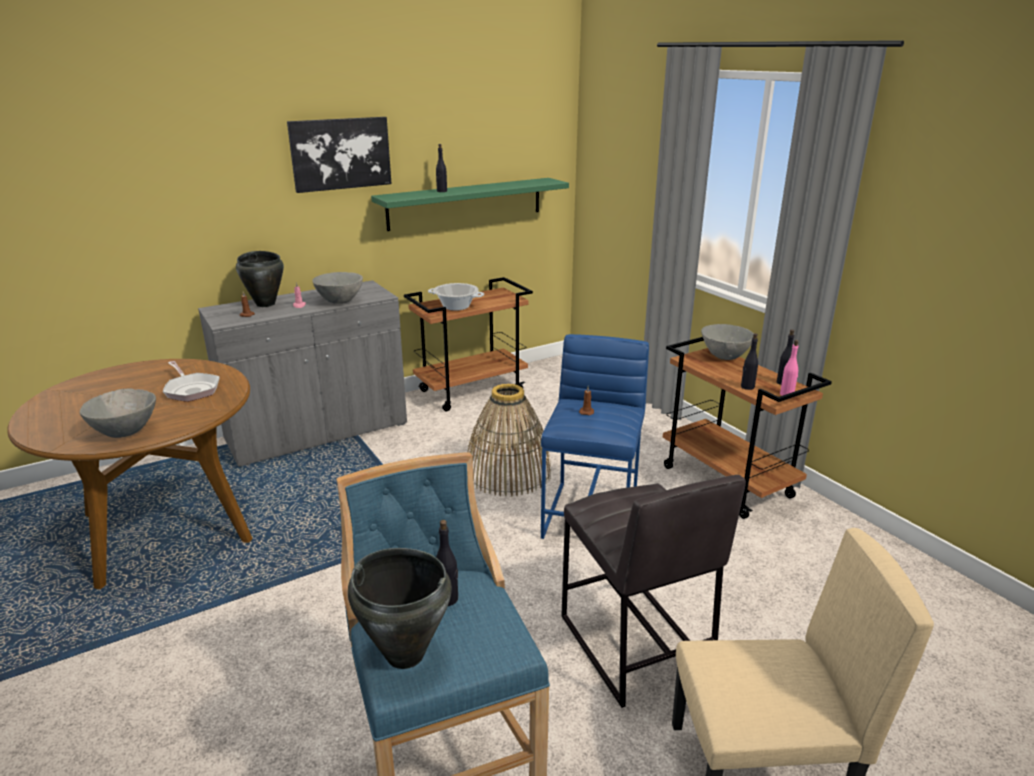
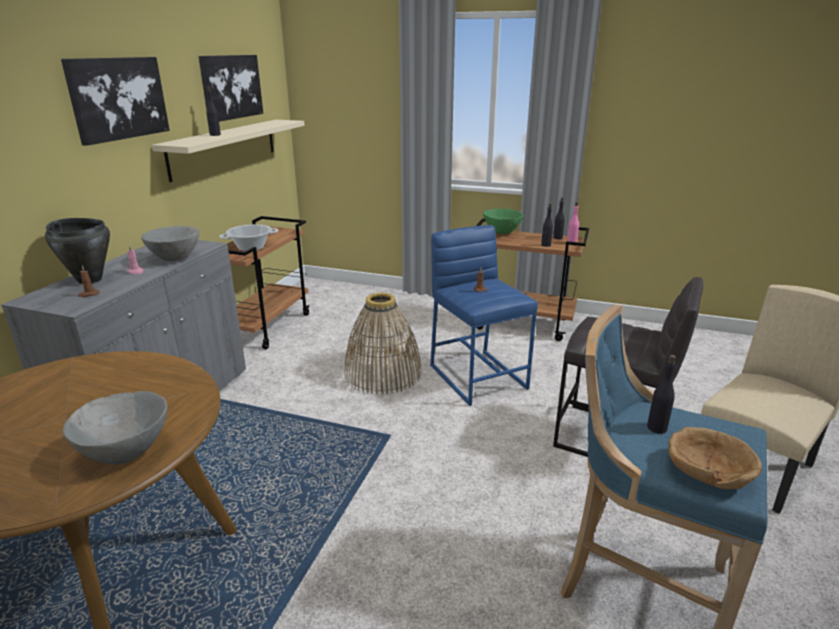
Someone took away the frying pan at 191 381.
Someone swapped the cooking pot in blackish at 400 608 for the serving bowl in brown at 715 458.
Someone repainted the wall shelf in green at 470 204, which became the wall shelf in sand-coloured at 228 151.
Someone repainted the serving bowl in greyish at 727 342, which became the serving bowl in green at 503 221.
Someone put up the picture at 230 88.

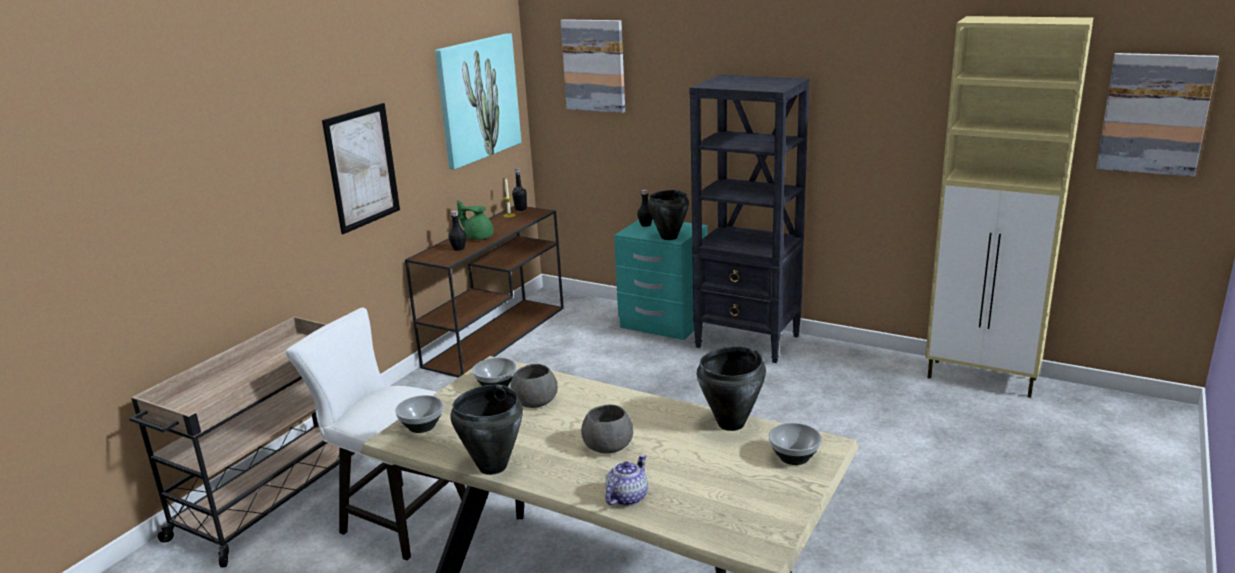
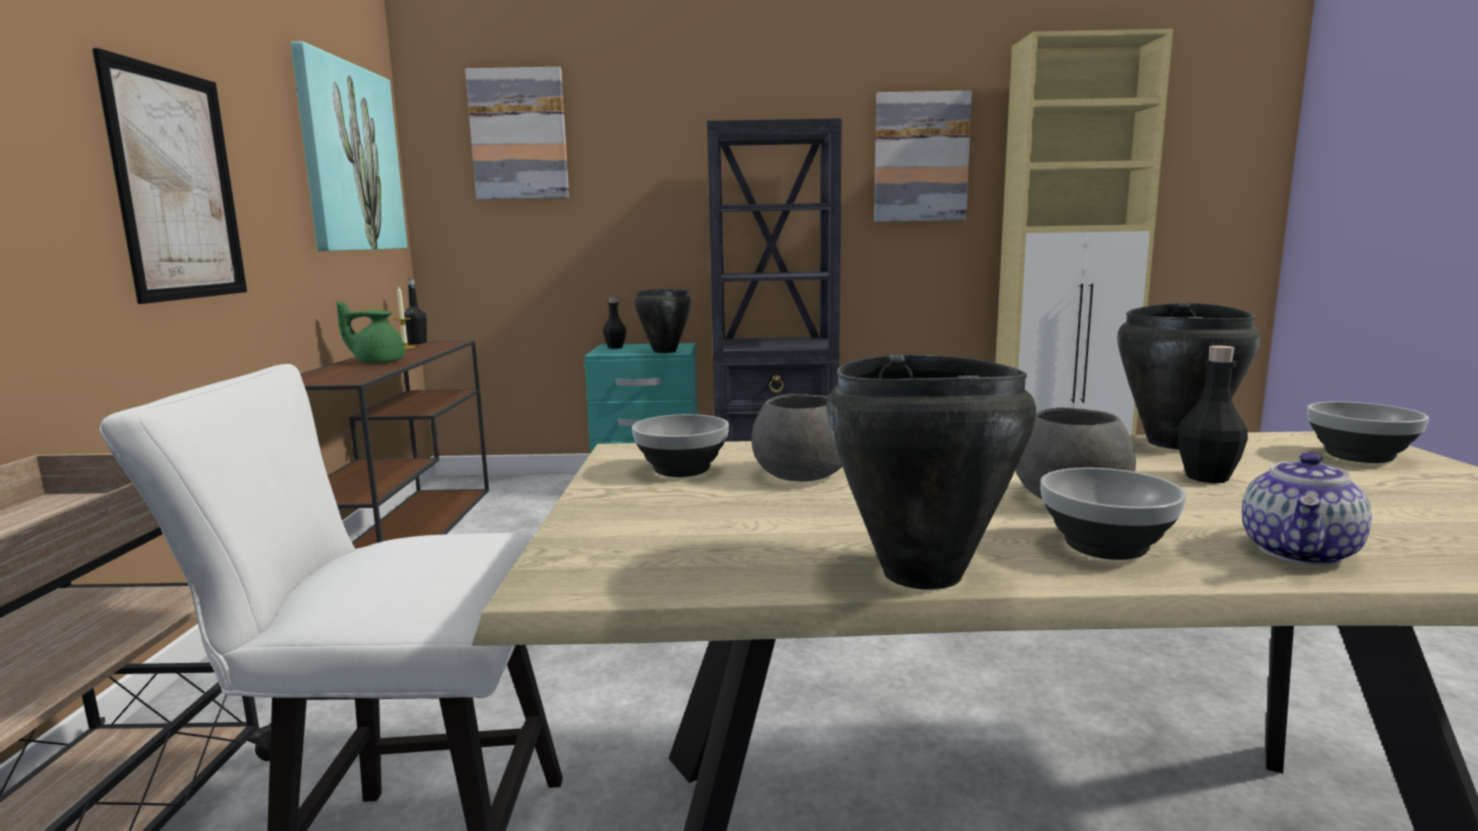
Someone carried the serving bowl from 419 414 to 1113 513.
Someone carried the beverage bottle in blackish from 457 231 to 1212 414.
Someone rotated the tea pot at 626 480 by 150 degrees counterclockwise.
Someone carried the picture from 1157 115 to 923 156.

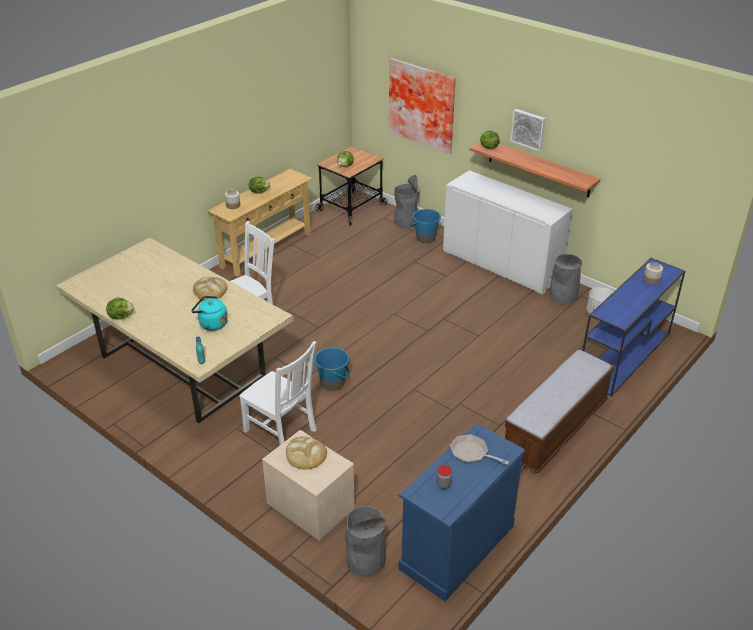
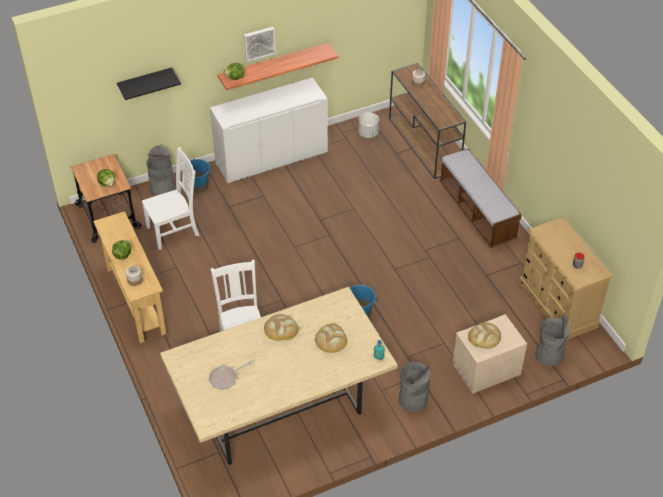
Someone took away the head of lettuce at 120 308.
Someone swapped the kettle in turquoise-coloured at 209 313 for the bread at 331 338.
Someone carried the upright chair in whitish from 278 393 to 171 198.
Someone swapped the picture at 422 106 for the wall shelf in blackish at 149 84.
Someone repainted the dresser in bluish at 461 512, which became the dresser in sand-coloured at 566 278.
Someone carried the frying pan from 479 449 to 230 375.
Someone carried the waste bin in greyish from 566 279 to 415 387.
Someone repainted the hall table in bluish at 633 327, which became the hall table in brown at 427 121.

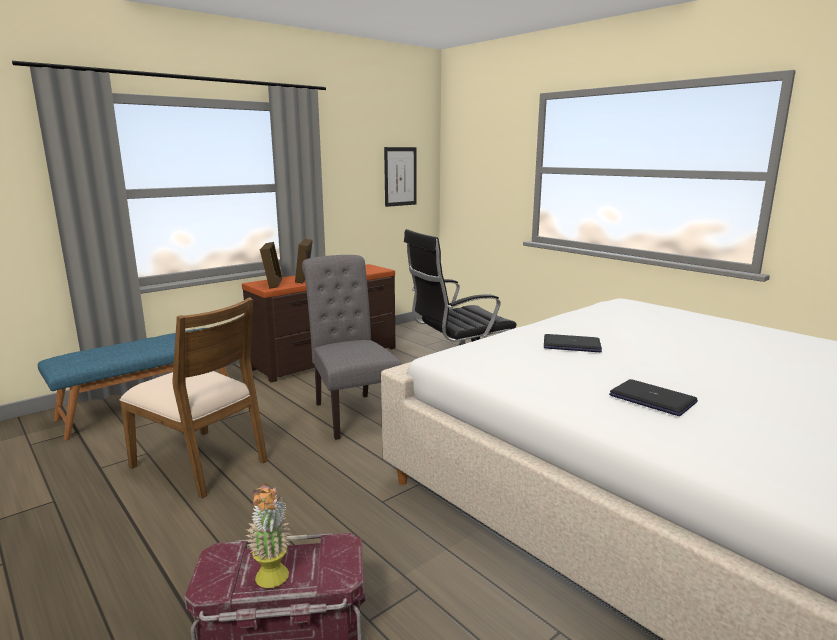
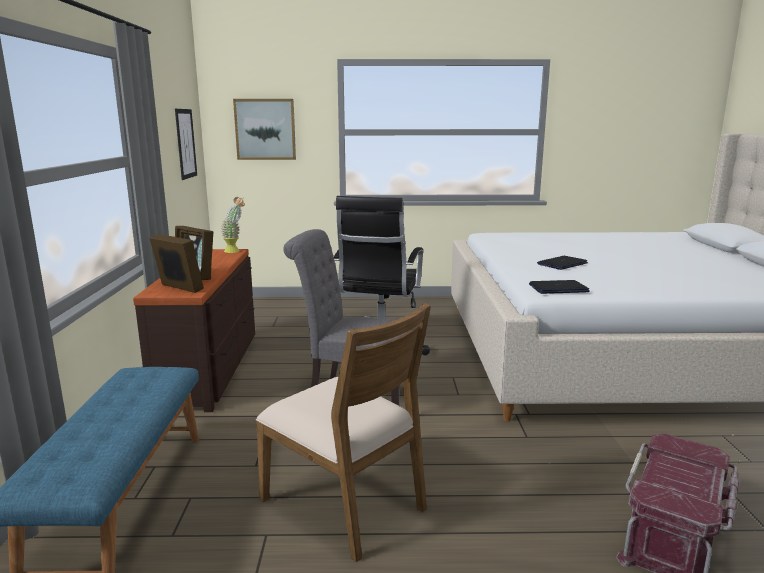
Someone rotated the upright chair in brown at 194 398 by 60 degrees clockwise.
Someone carried the houseplant from 268 536 to 233 225.
Someone carried the laptop from 653 397 to 559 287.
Someone put up the picture at 264 129.

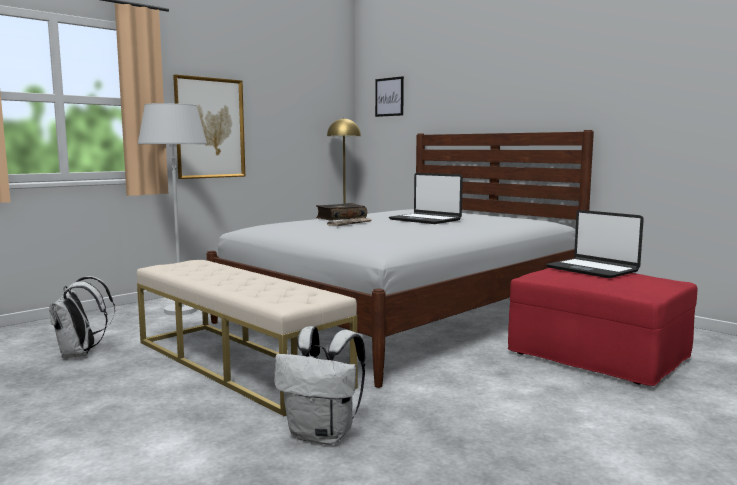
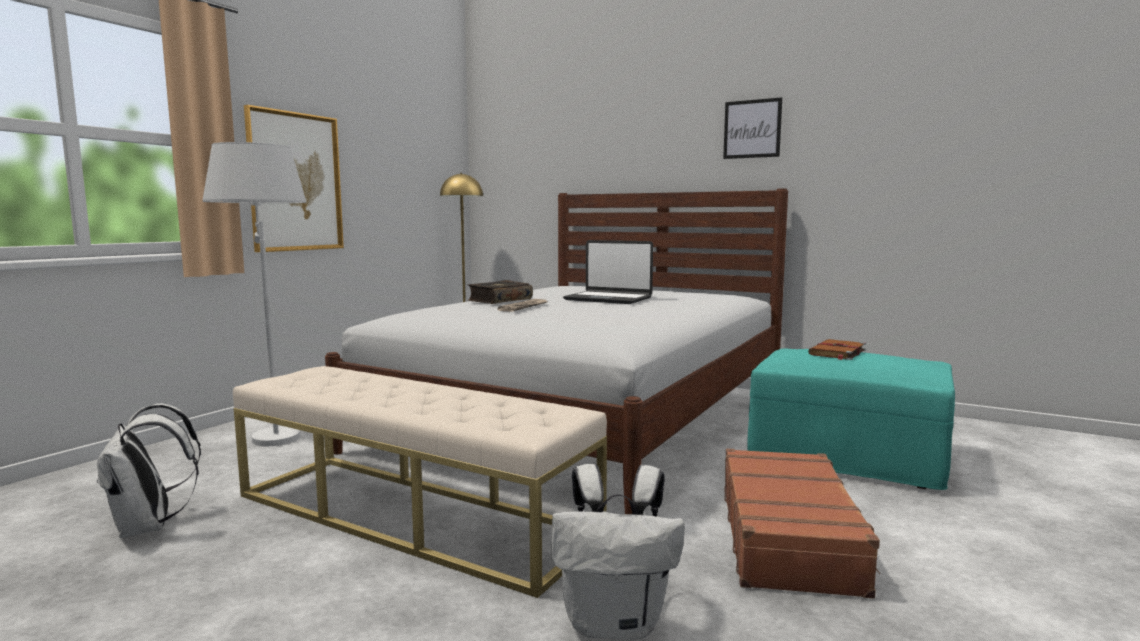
Someone carried the picture from 389 96 to 752 128.
Someone repainted the pouffe in red-coloured at 602 327, which became the pouffe in turquoise-coloured at 851 419.
Someone swapped the laptop at 595 244 for the volume in brown at 837 349.
Someone put down the suitcase in brown at 802 523.

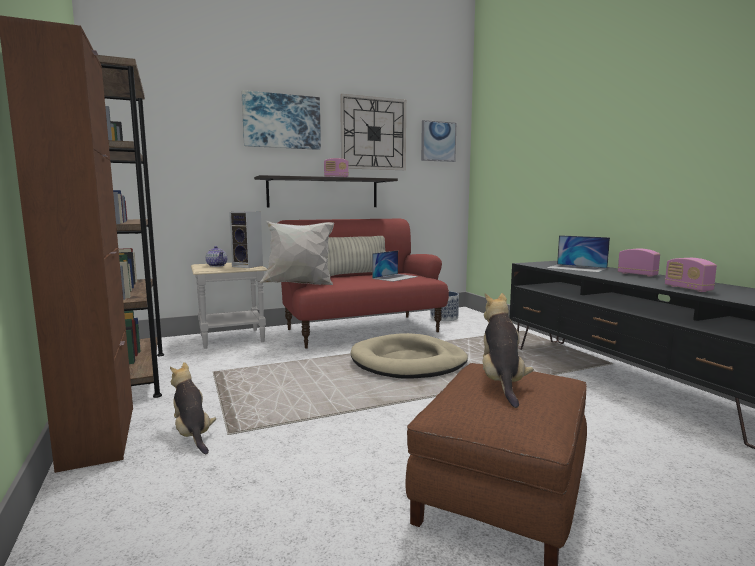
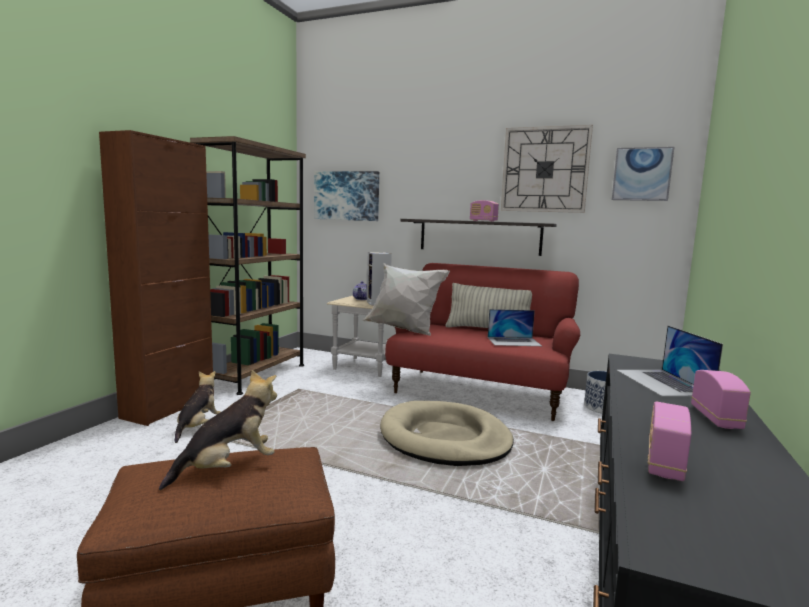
Someone carried the picture from 281 120 to 346 196.

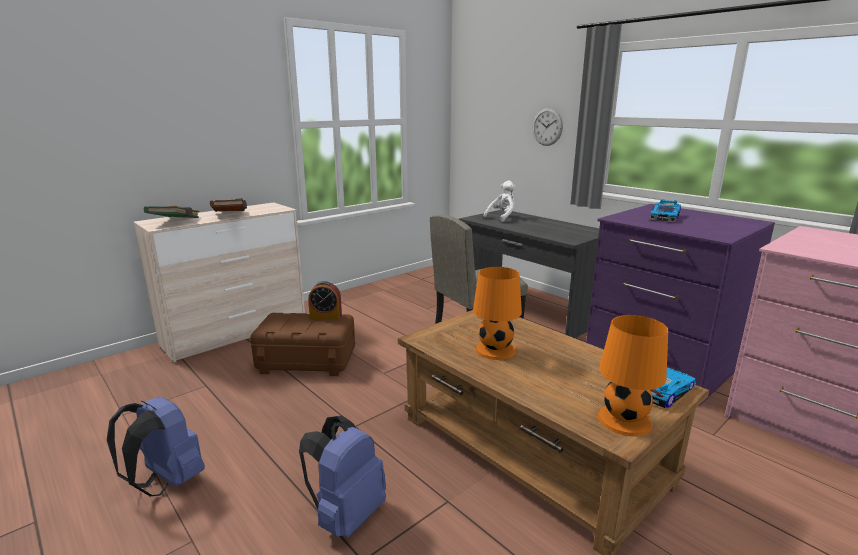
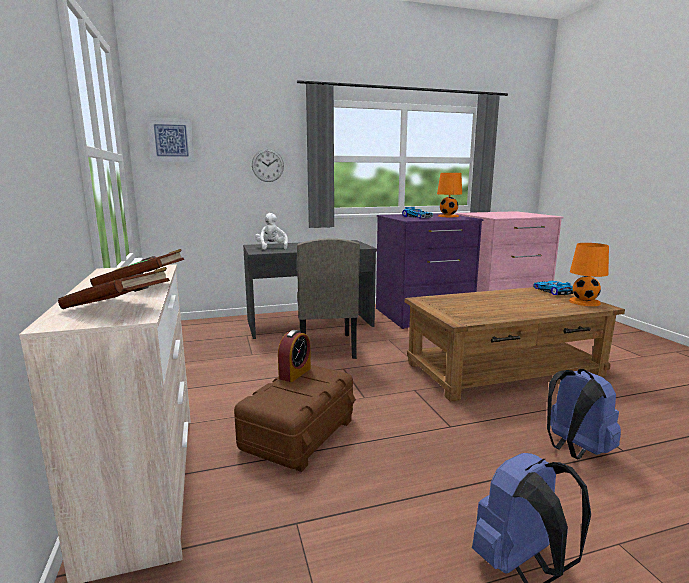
Someone repainted the volume in green at 171 212, which became the volume in brown at 114 288.
Someone carried the lamp for a table in orangey from 497 313 to 449 195.
Someone put up the picture at 171 140.

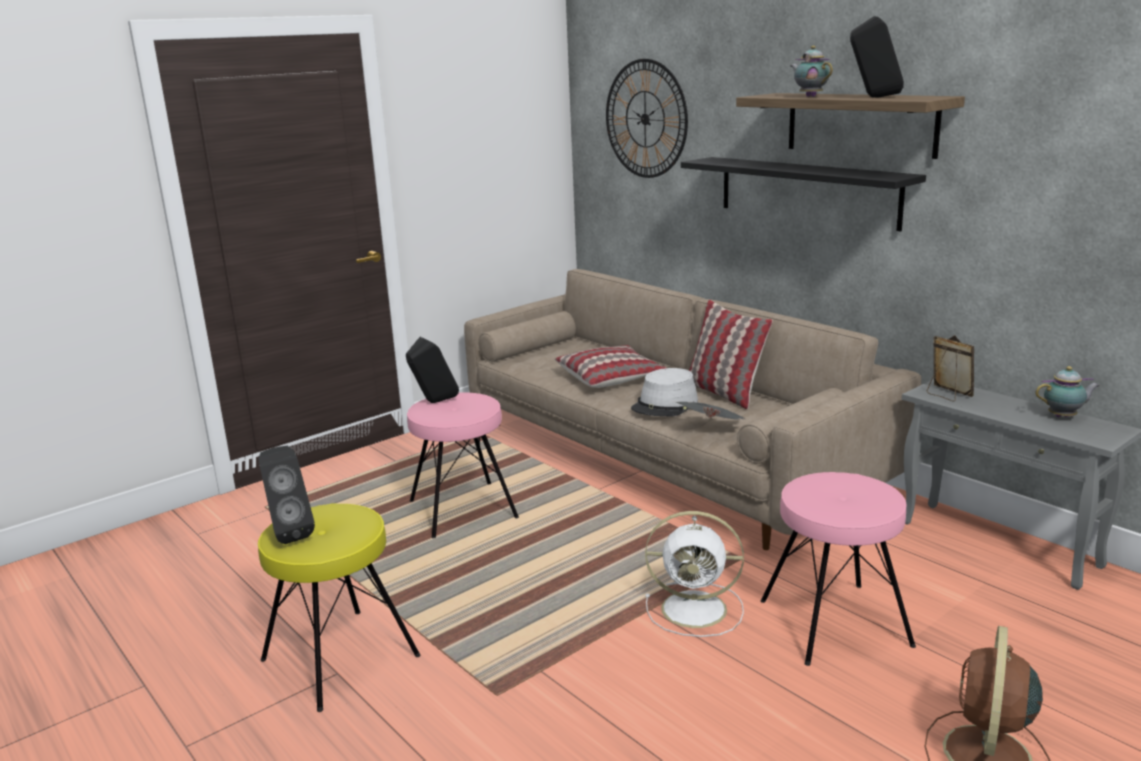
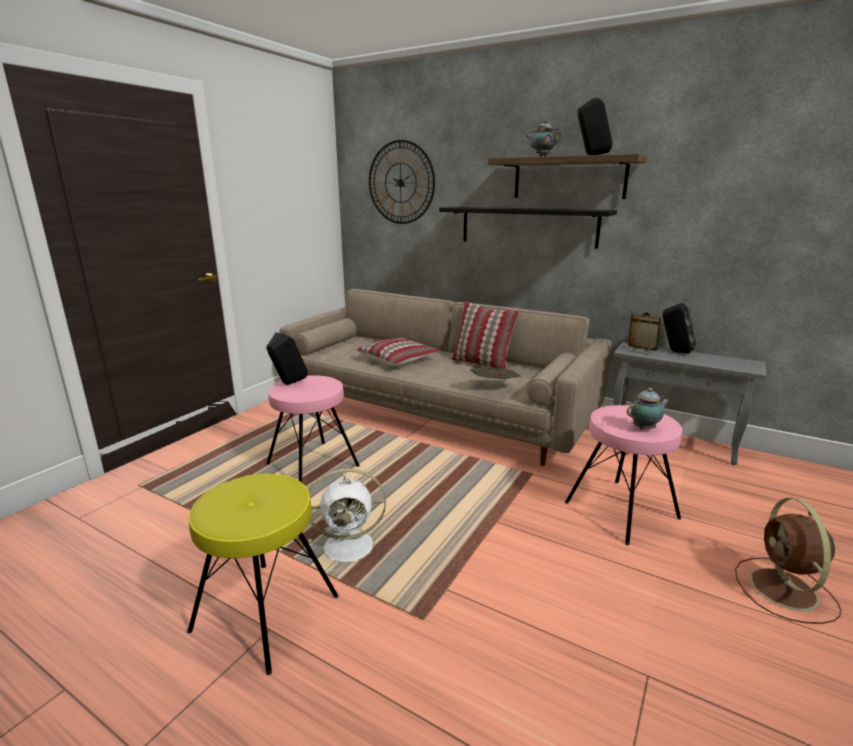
Someone carried the loudspeaker in blackish from 287 495 to 679 328.
Someone took away the hat in greyish at 664 392.
Someone carried the electric fan in whitish from 694 574 to 347 519.
Someone carried the tea pot from 1067 391 to 648 409.

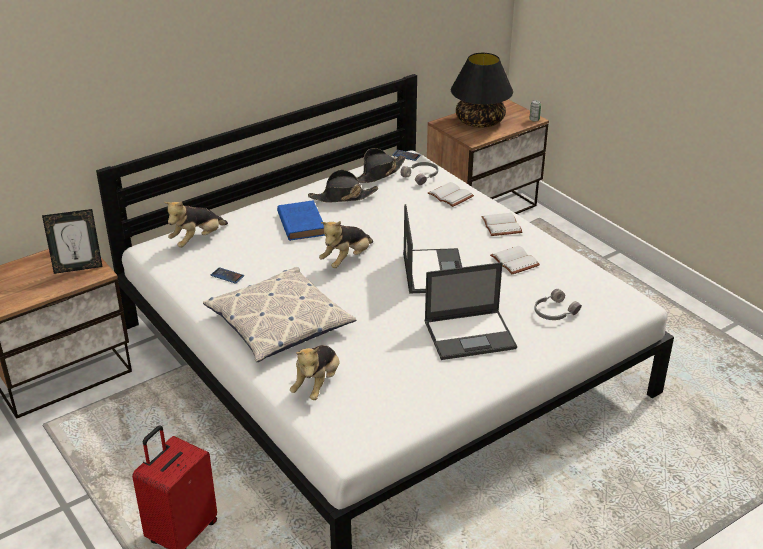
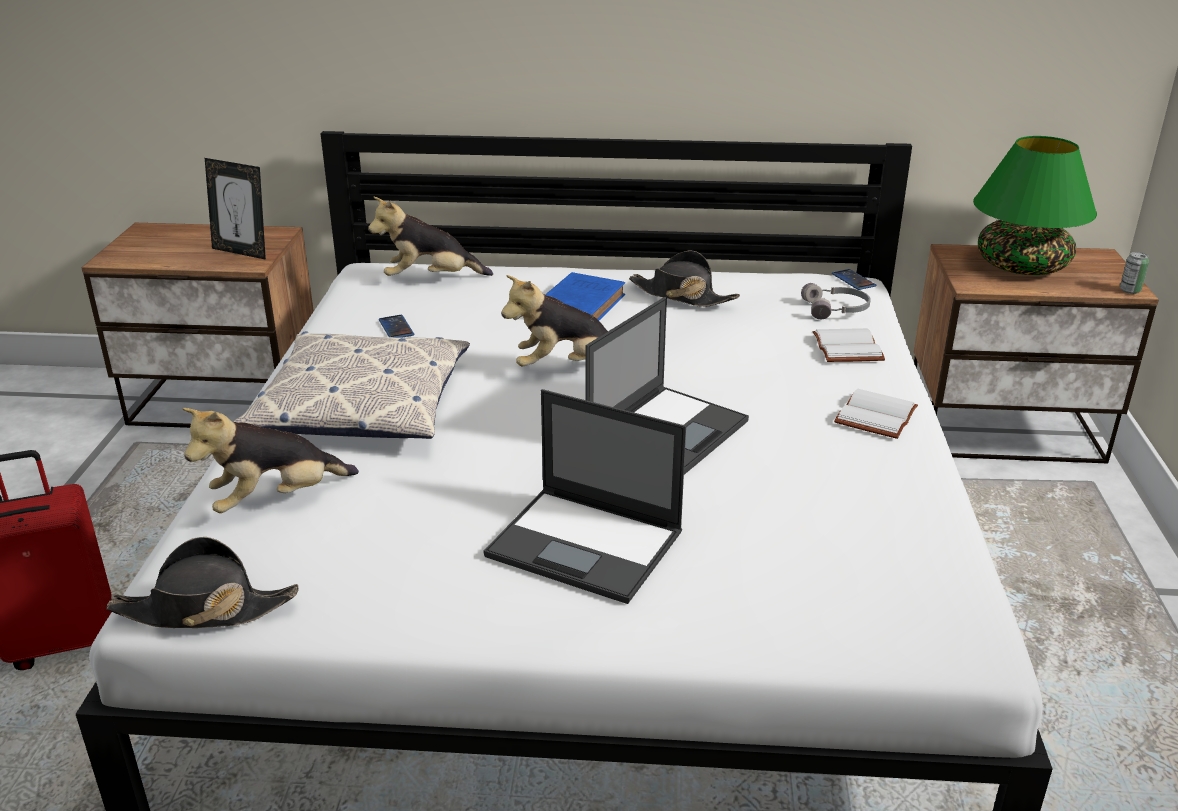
Someone carried the hat in blackish from 381 165 to 202 582.
Someone repainted the lamp for a table in blackish at 482 90, which became the lamp for a table in green at 1035 205.
Someone took away the volume in whitish at 515 260.
Someone took away the headphones in greyish at 558 304.

